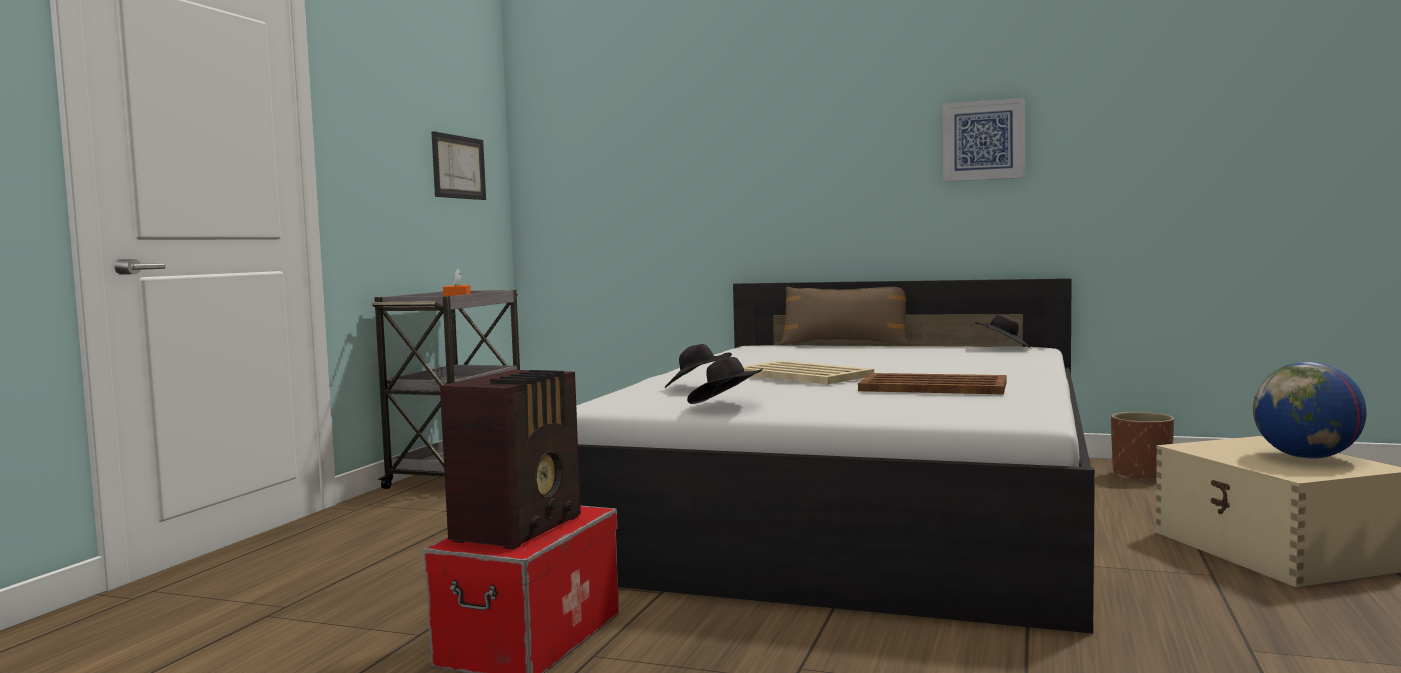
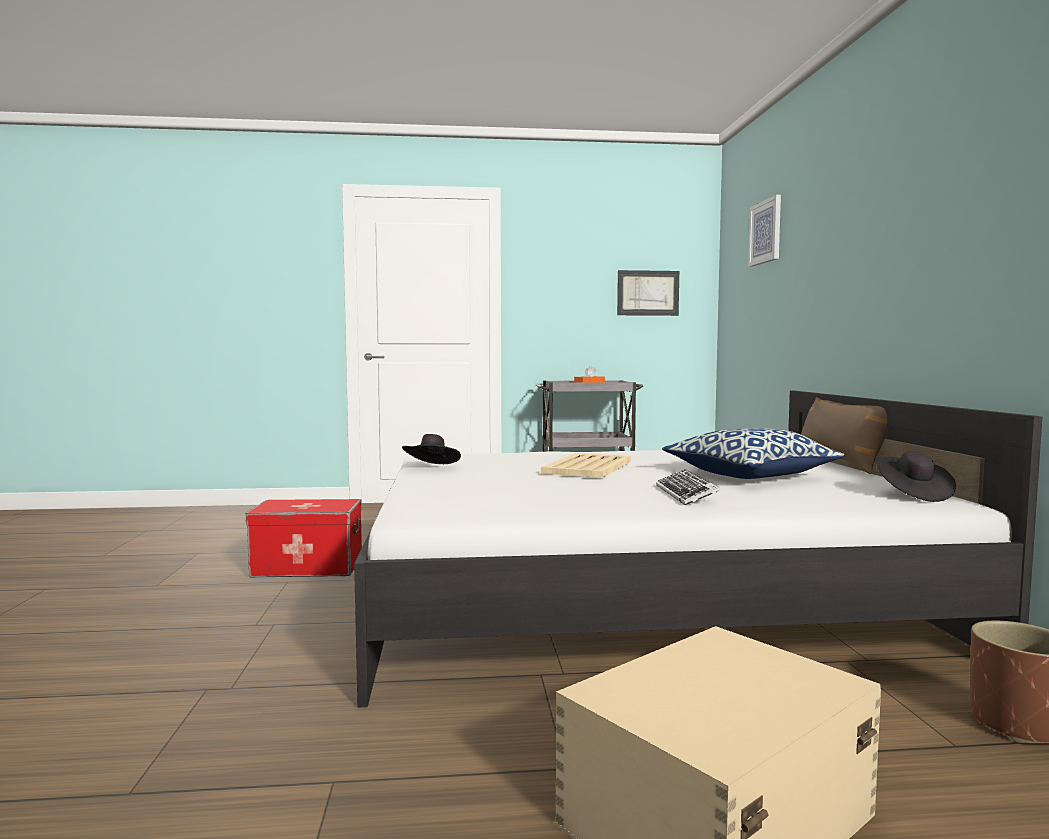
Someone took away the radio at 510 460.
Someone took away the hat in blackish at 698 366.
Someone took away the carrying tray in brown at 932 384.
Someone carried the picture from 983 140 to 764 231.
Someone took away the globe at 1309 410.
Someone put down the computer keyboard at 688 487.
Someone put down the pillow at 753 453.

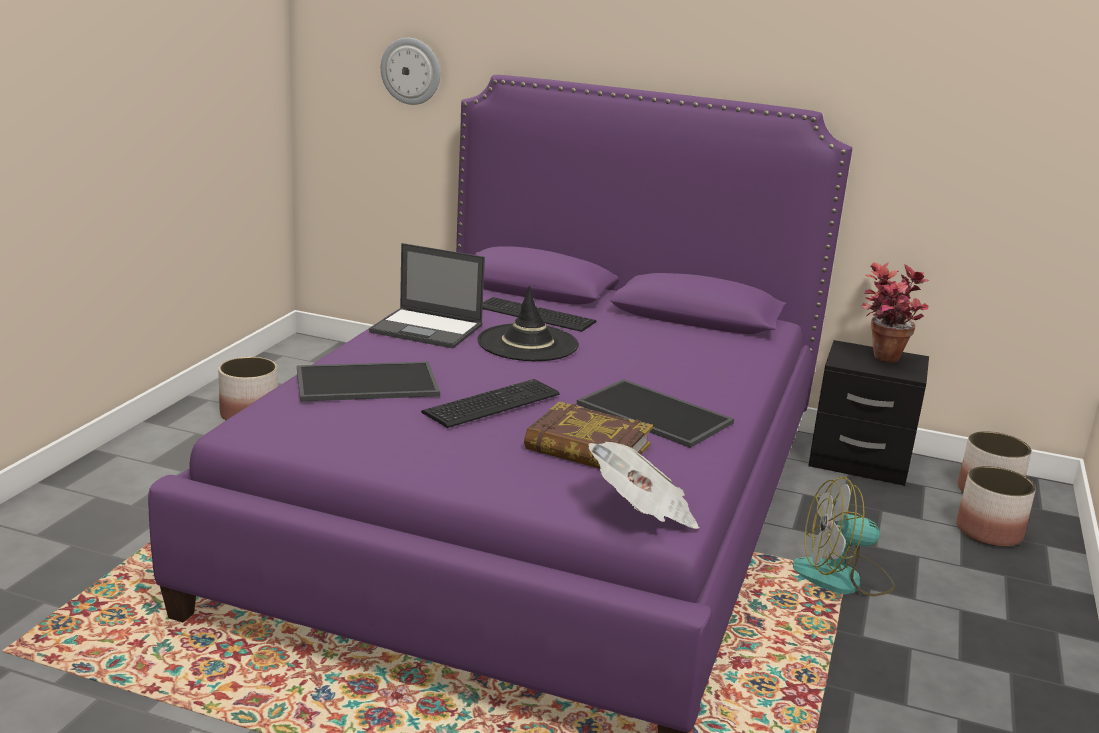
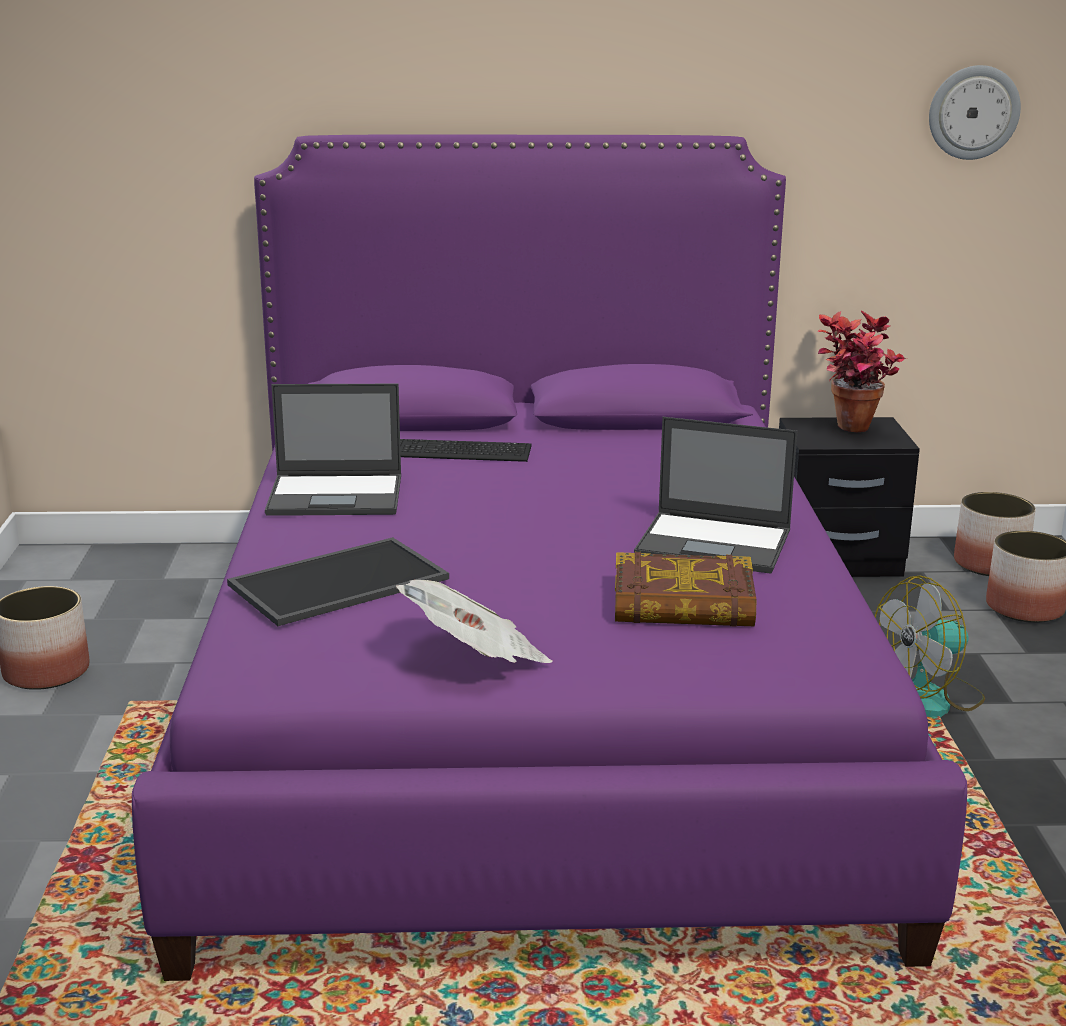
Someone carried the wall clock from 410 71 to 975 112.
Someone took away the computer keyboard at 490 403.
Someone took away the hat in blackish at 528 323.
Someone swapped the carrying tray at 655 413 for the laptop at 715 495.
Someone carried the printed paper from 644 485 to 474 621.

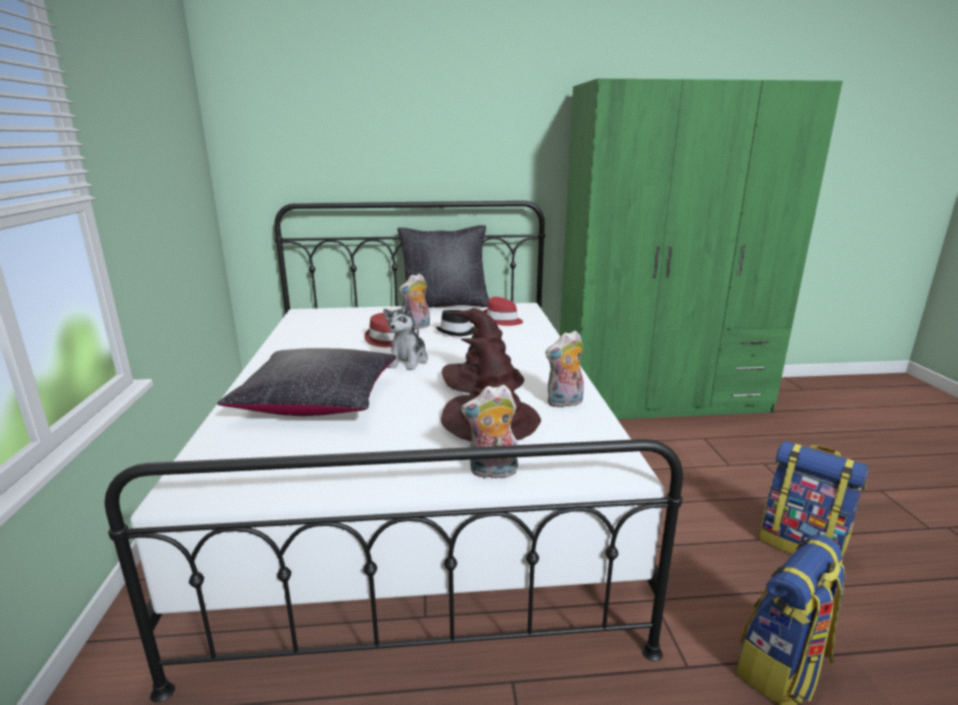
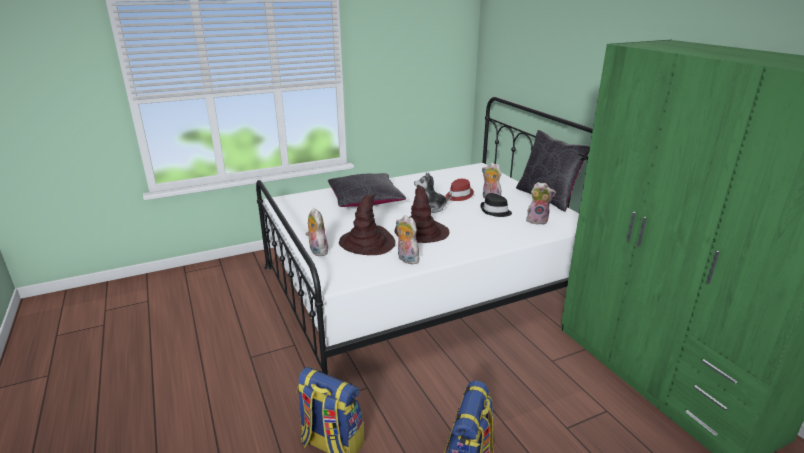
Someone swapped the hat in red-coloured at 503 311 for the soft toy at 541 203.

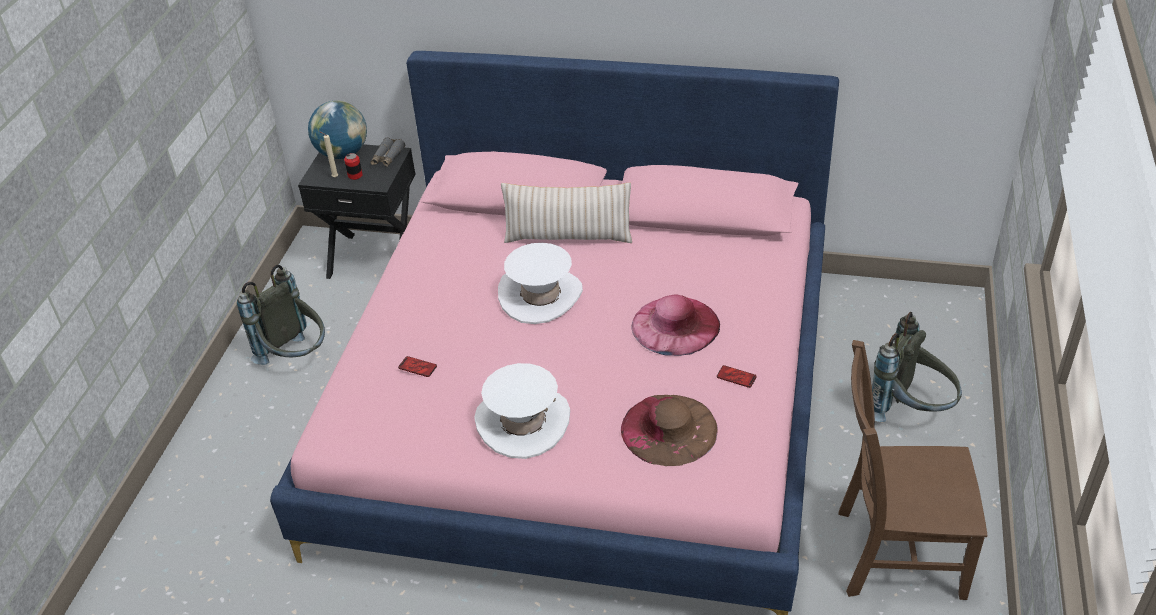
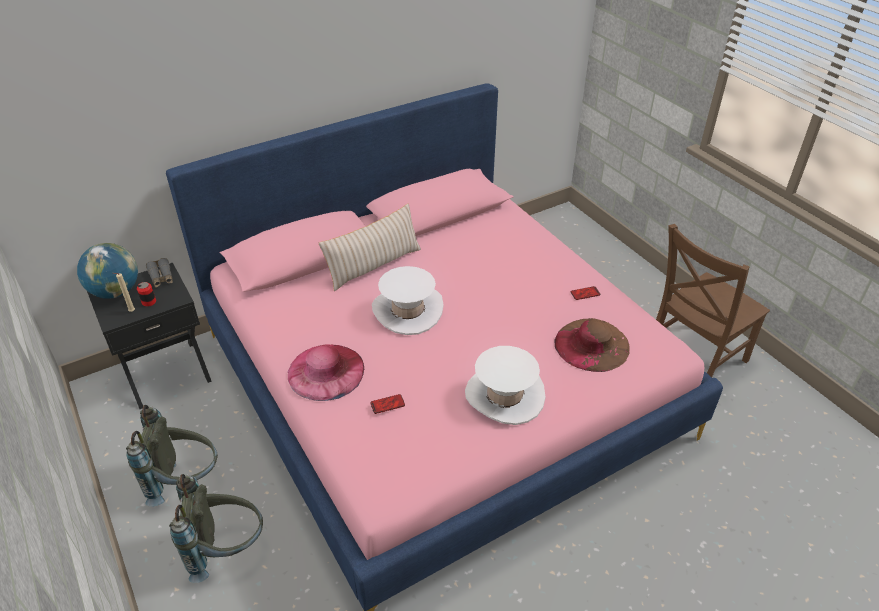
Someone carried the hat in pink from 675 325 to 325 372.
Someone carried the knapsack in greyish from 917 367 to 216 528.

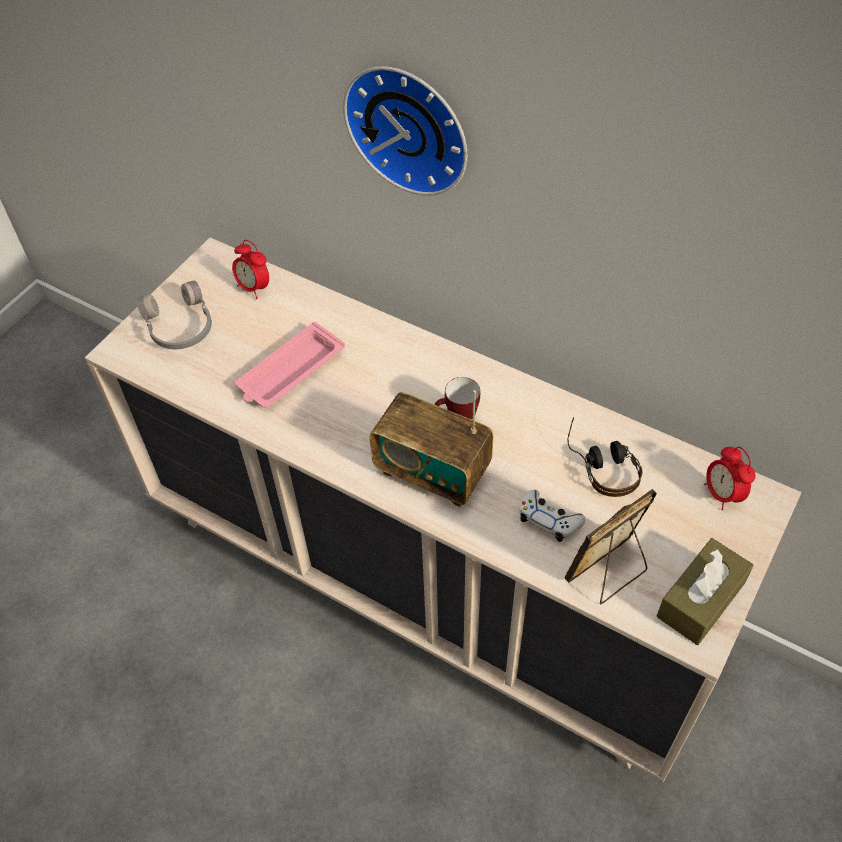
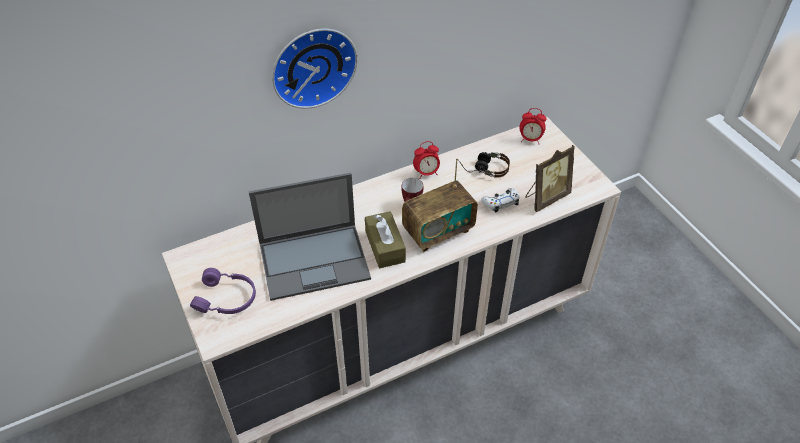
Someone repainted the headphones in greyish at 174 314, which became the headphones in purple at 223 291.
Someone carried the bedside clock from 250 269 to 426 160.
Someone swapped the carrying tray in pink at 290 365 for the laptop at 310 237.
Someone rotated the photo frame at 611 546 by 120 degrees counterclockwise.
Someone carried the tissue holder in brown from 705 591 to 385 239.

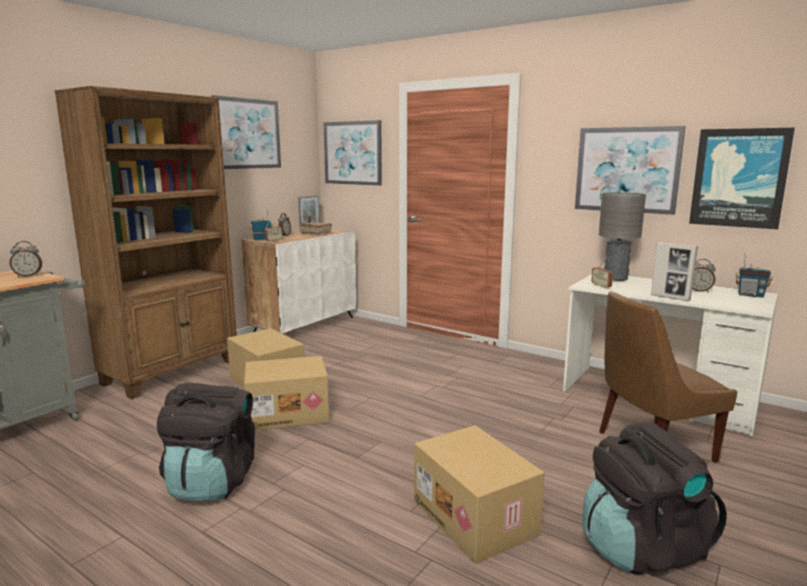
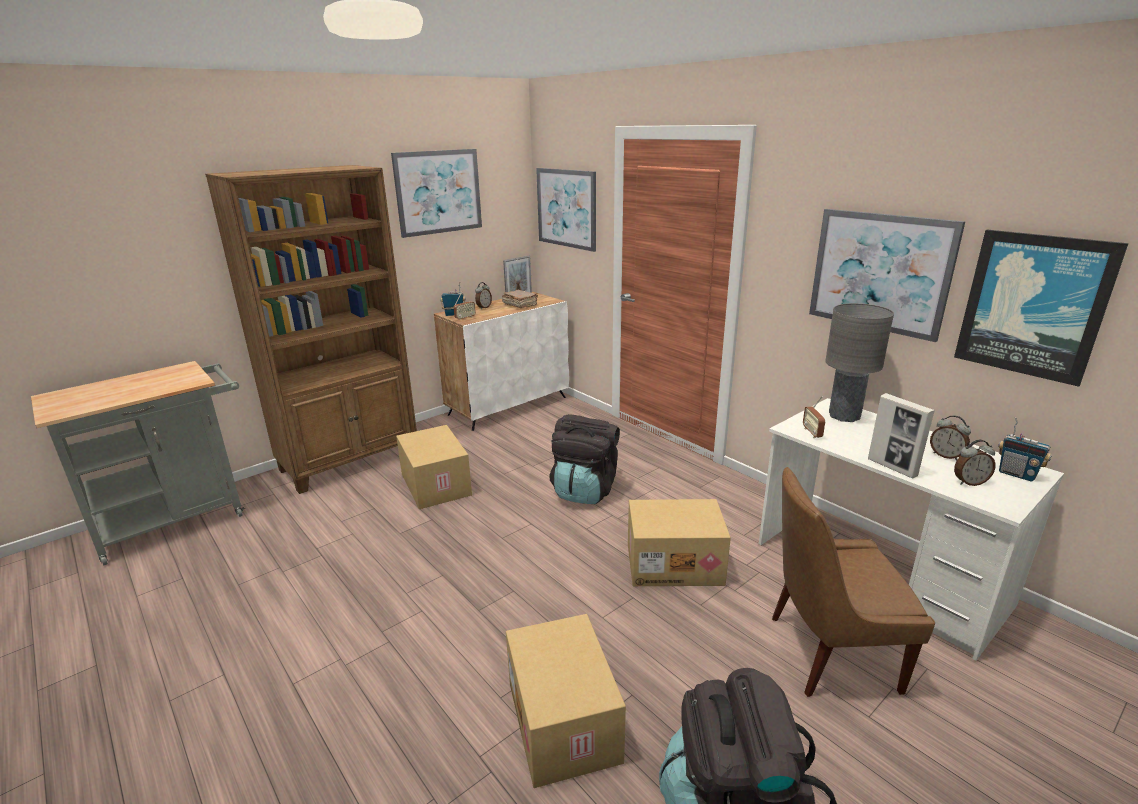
Someone carried the bedside clock from 25 259 to 975 463.
Someone carried the knapsack in blackish from 206 442 to 584 459.
Someone carried the cardboard box from 286 393 to 679 542.

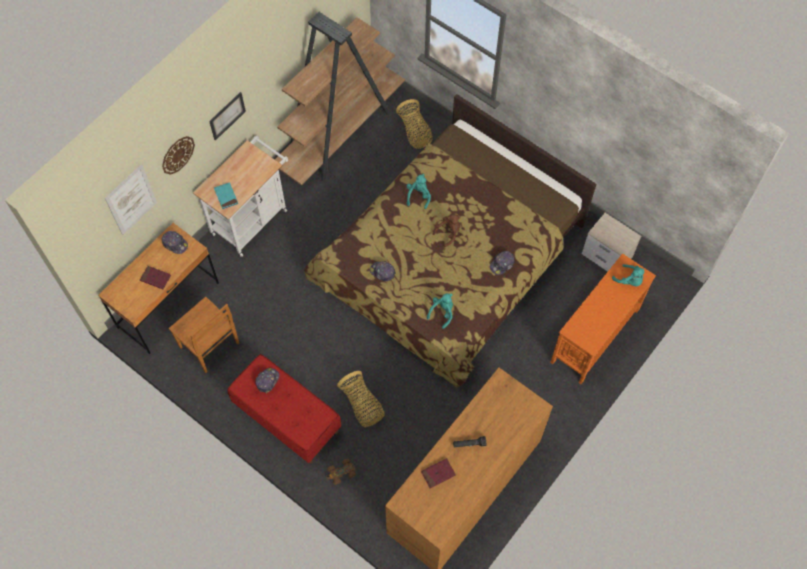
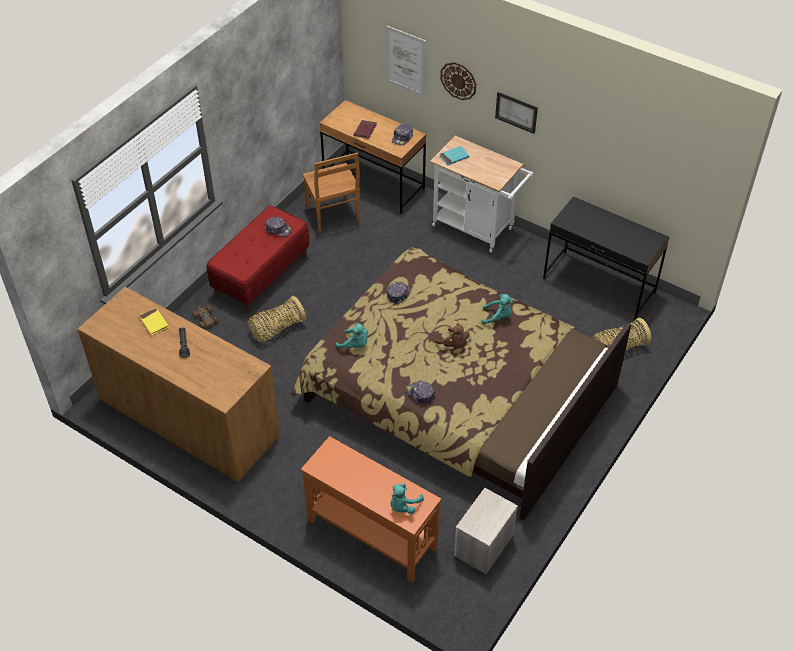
Someone rotated the upright chair in brown at 204 334 by 60 degrees counterclockwise.
Someone swapped the bookcase in brown at 340 98 for the desk unit in blackish at 606 258.
Someone repainted the volume in red-coloured at 438 473, which became the volume in yellow-coloured at 154 321.

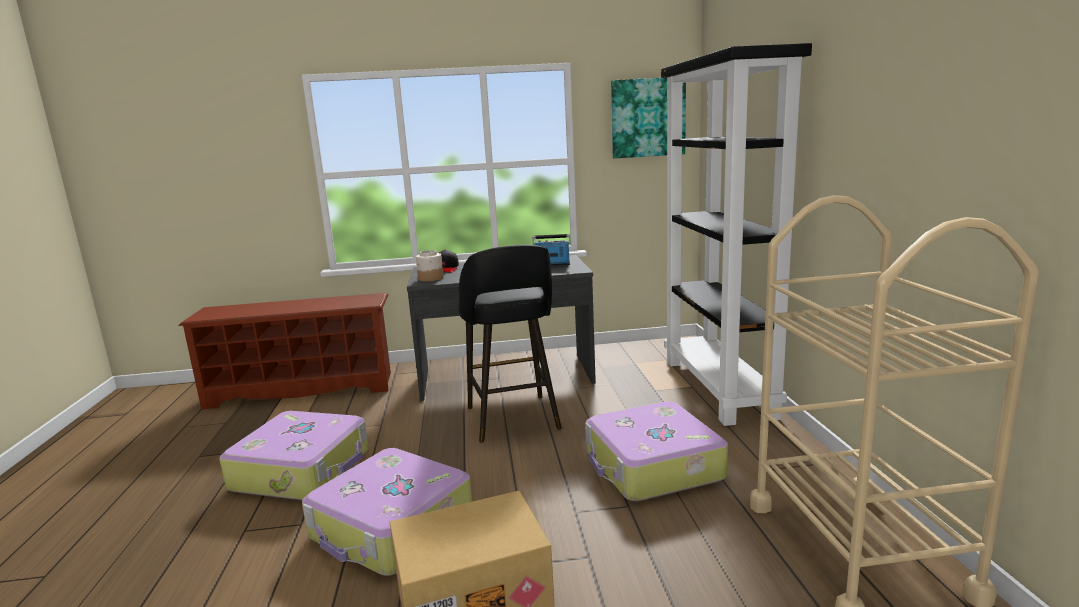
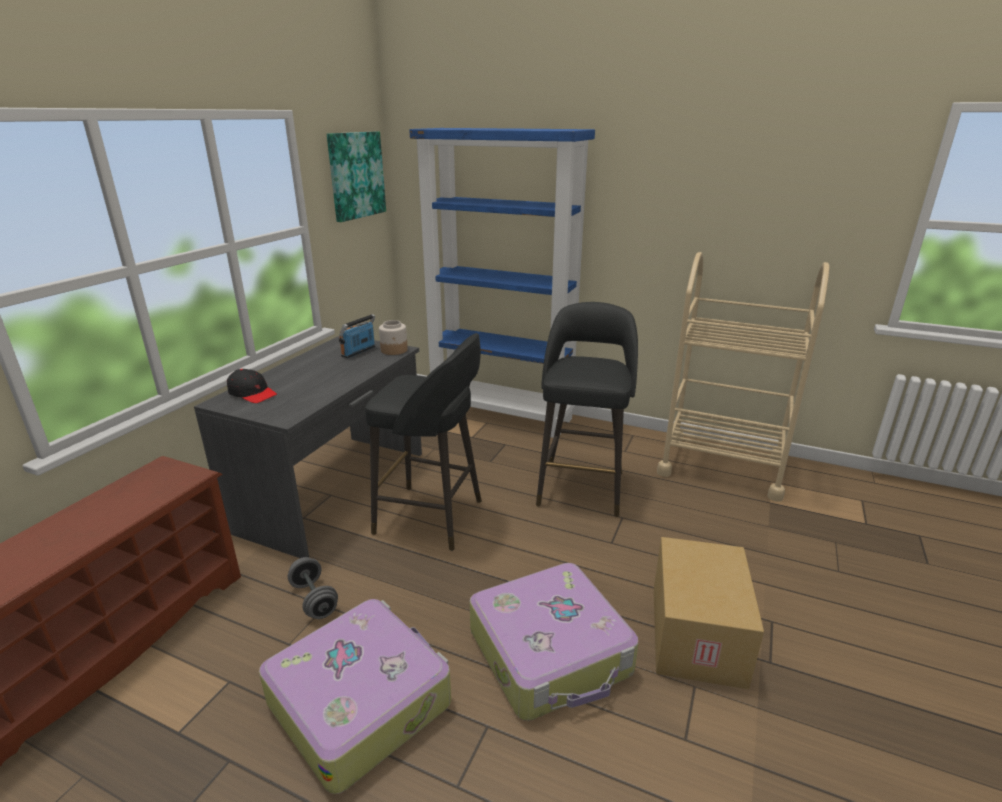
Someone carried the preserve jar from 429 265 to 393 337.
Someone swapped the suitcase at 656 451 for the stool seat in blackish at 587 409.
Someone repainted the bookcase in blackish at 736 234, which became the bookcase in bluish at 502 283.
Someone put down the free weight in greyish at 313 588.

